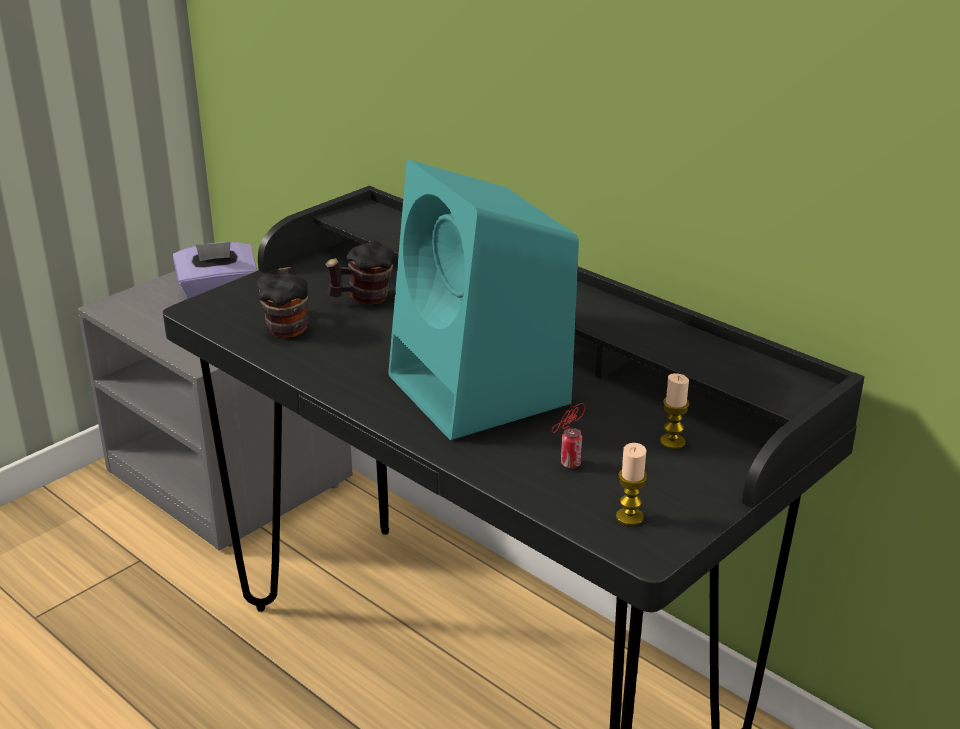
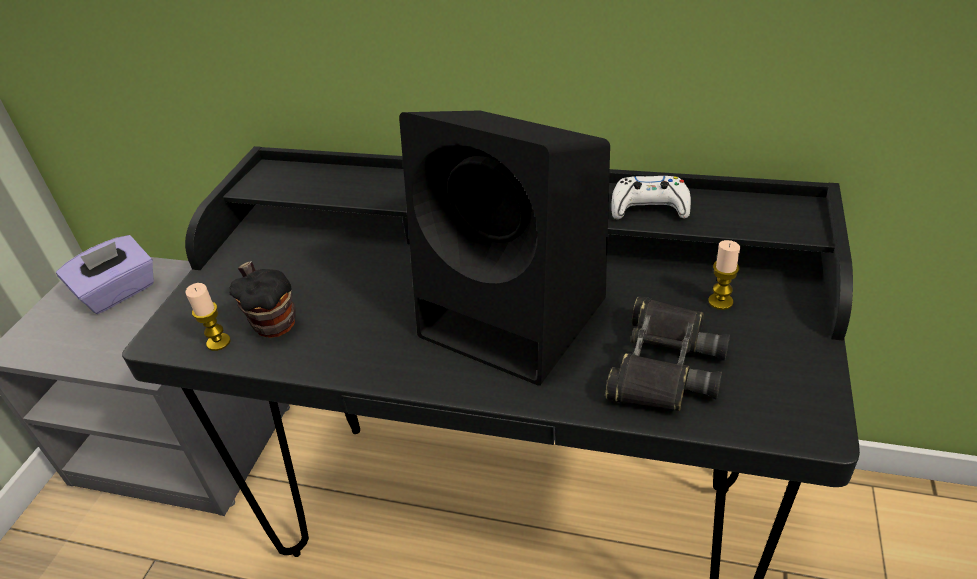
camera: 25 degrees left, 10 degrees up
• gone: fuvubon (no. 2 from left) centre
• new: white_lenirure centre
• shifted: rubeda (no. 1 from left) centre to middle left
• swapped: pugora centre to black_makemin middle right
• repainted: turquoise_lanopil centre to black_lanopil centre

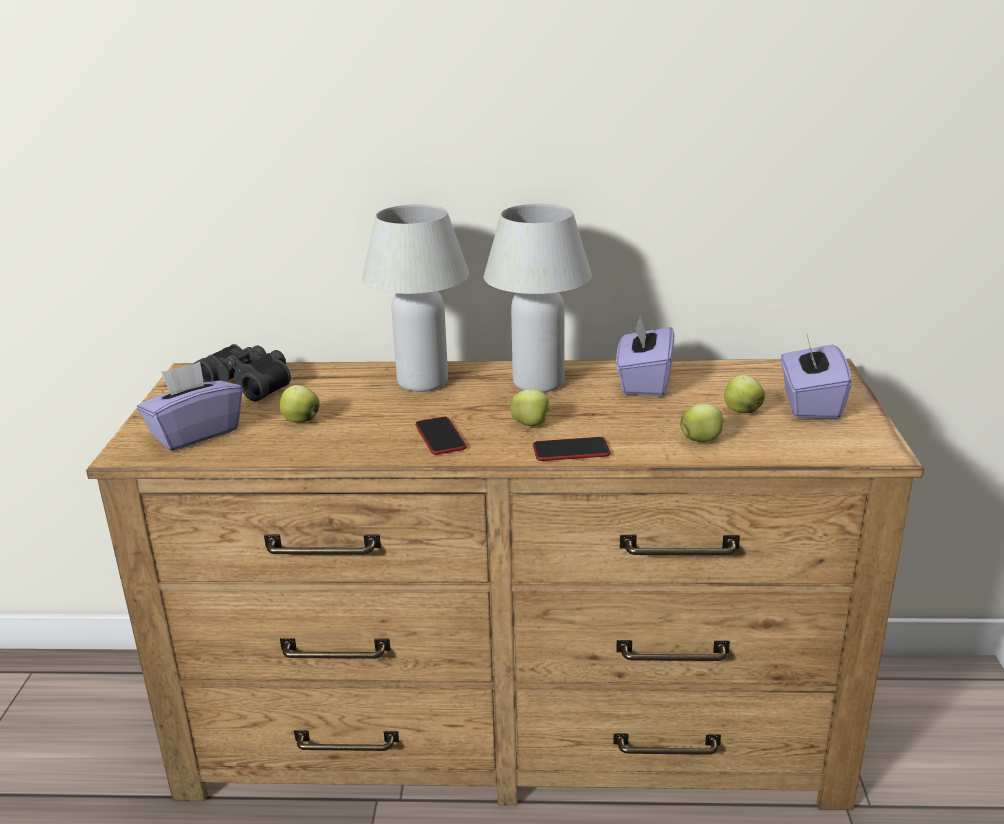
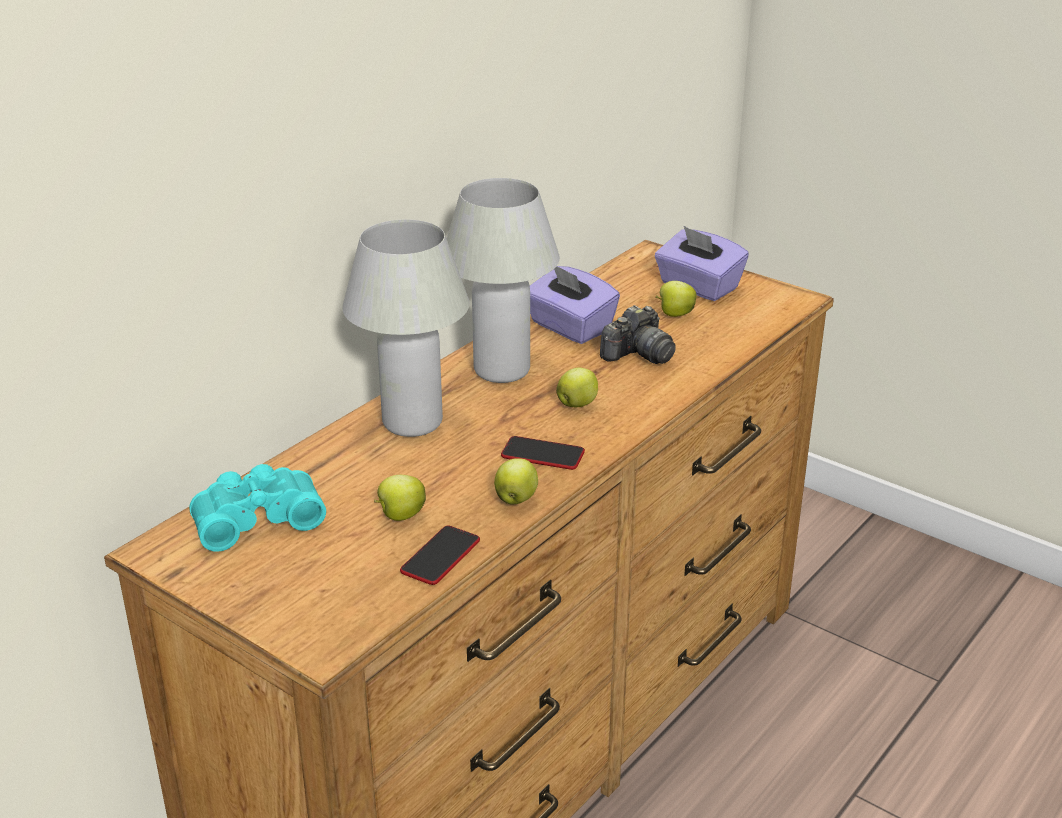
camera: 55 degrees left, 5 degrees up
• gone: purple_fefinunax (no. 1 from left) middle left
• new: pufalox centre
• shifted: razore (no. 2 from left in the first image) centre to razore (no. 1 from left) bottom centre
• shifted: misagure (no. 3 from left in the first image) middle right to misagure (no. 2 from left) centre
• repainted: black_makemin middle left to turquoise_makemin middle left

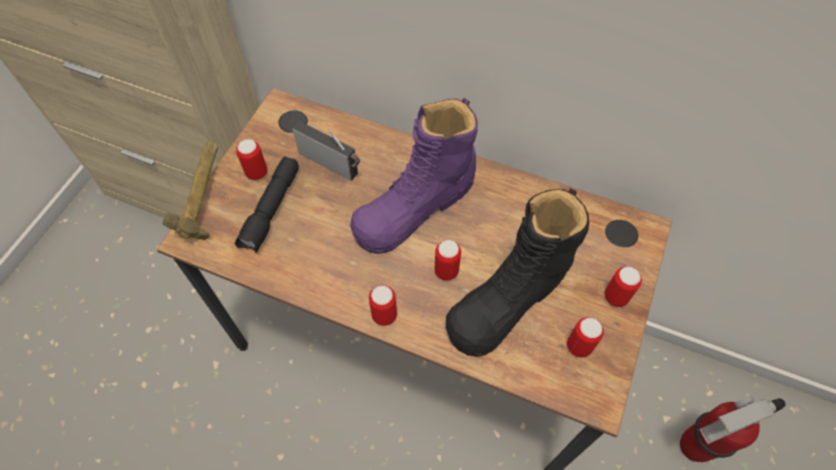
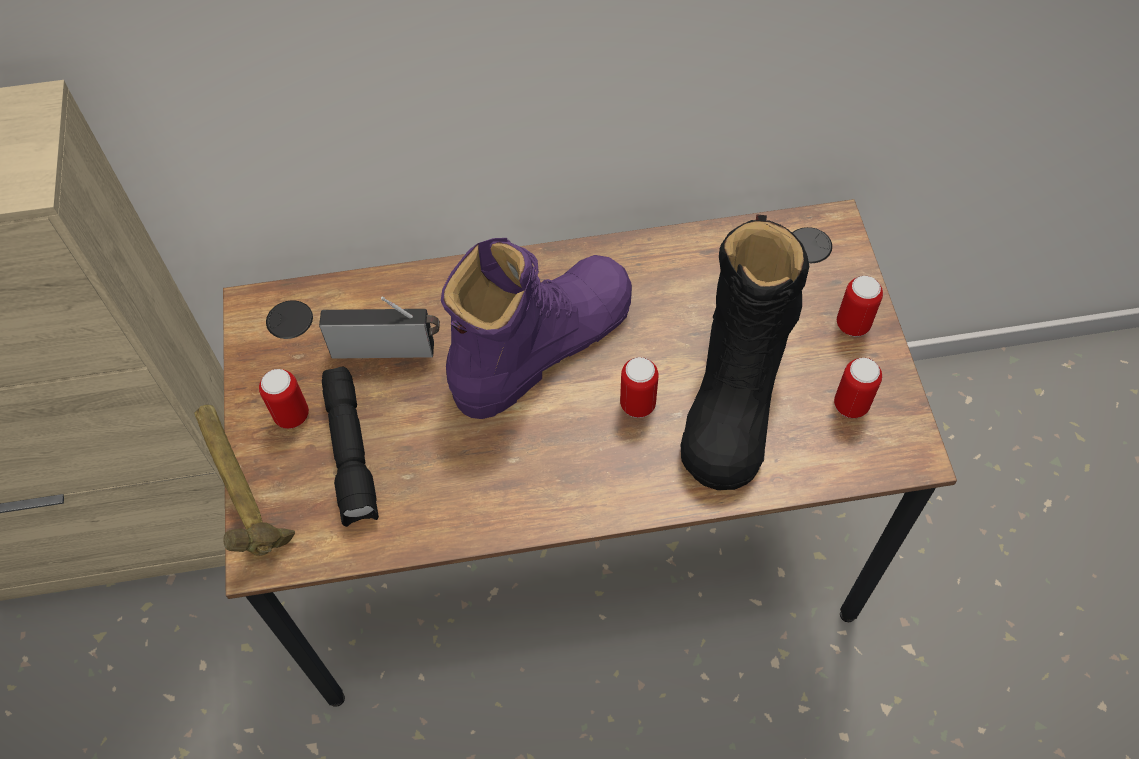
camera: 30 degrees left, 0 degrees up
• gone: pugora (no. 2 from left) centre
• gone: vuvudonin bottom right
• rotated: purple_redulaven centre = centre 150 degrees counterclockwise

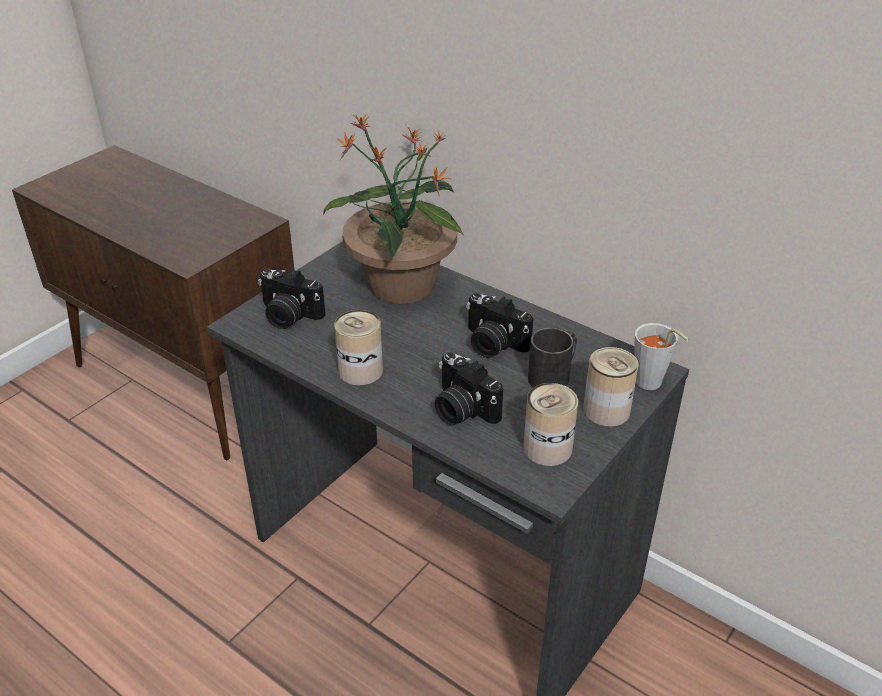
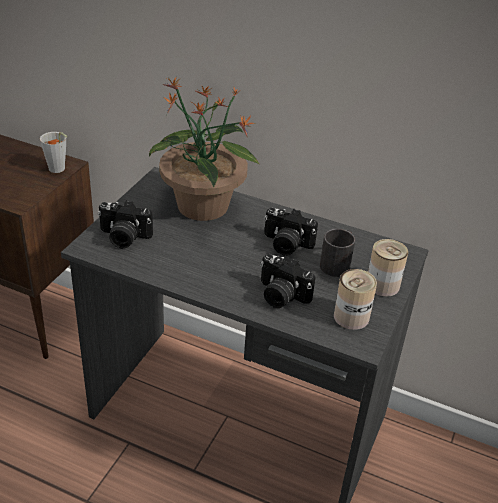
camera: 15 degrees left, 0 degrees up
• gone: pugora (no. 1 from left) centre
• shifted: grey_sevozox middle right to top left

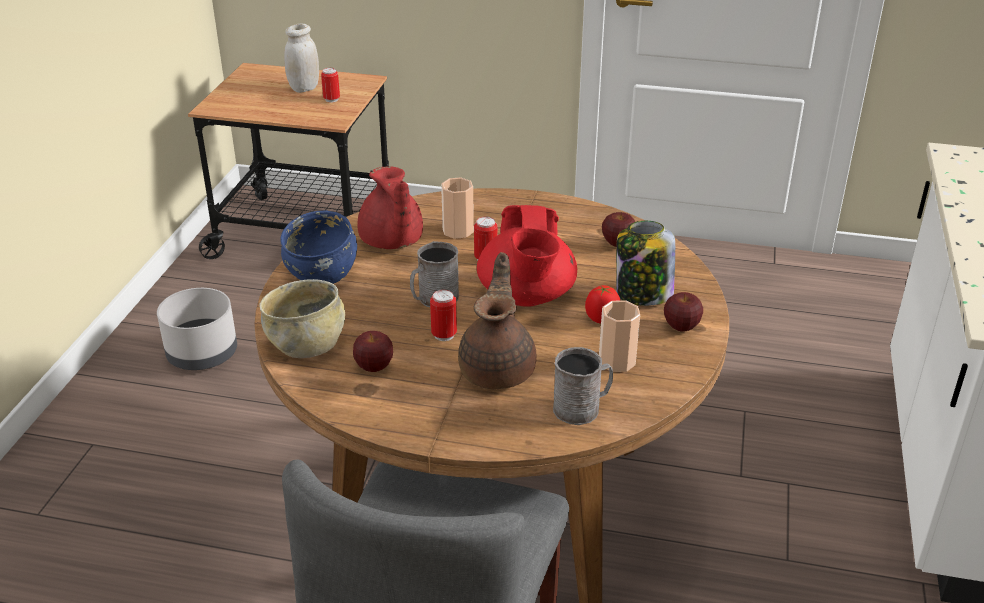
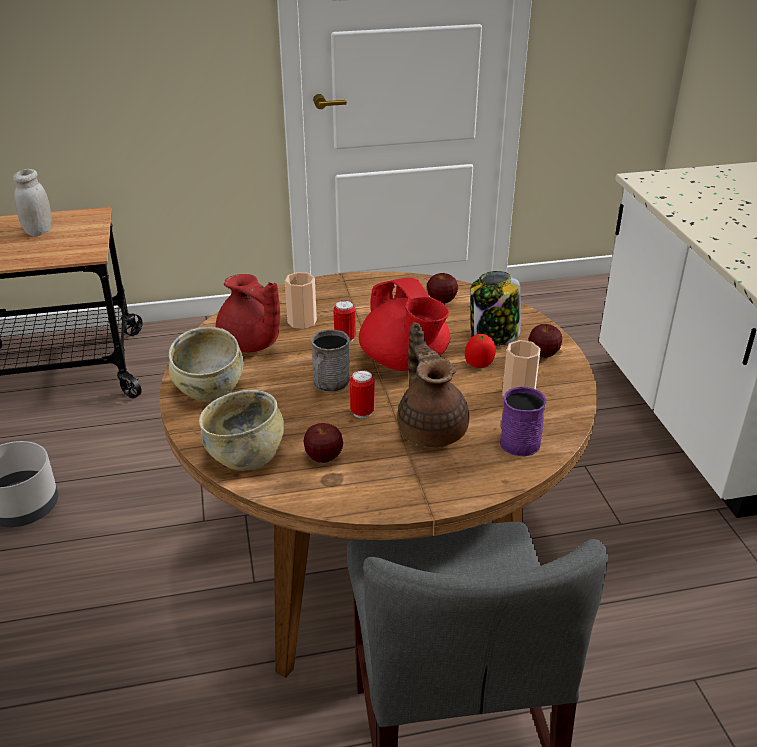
camera: 25 degrees left, 0 degrees up
• gone: pugora (no. 1 from left) top centre
• repainted: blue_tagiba middle left to beige_tagiba (no. 1 from left) middle left
• repainted: grey_fuvubon (no. 2 from left) centre to purple_fuvubon middle right

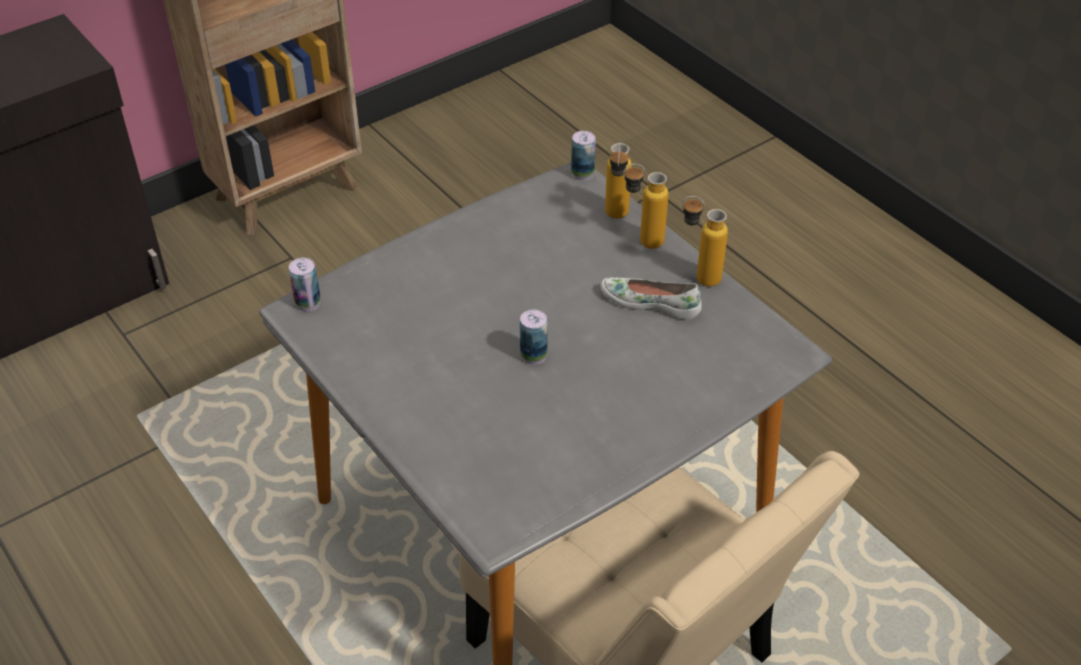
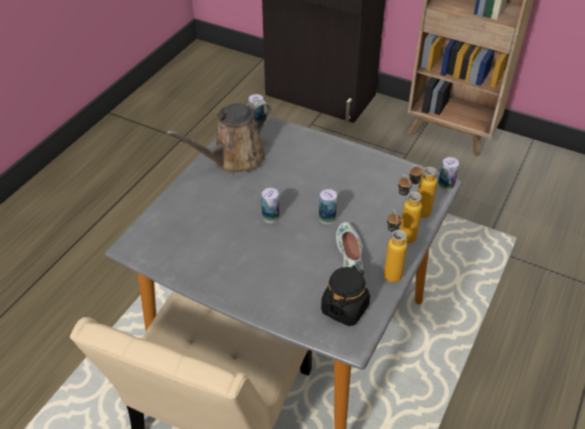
camera: 65 degrees right, 0 degrees up
• new: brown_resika top centre
• new: pugora (no. 3 from left) centre
• new: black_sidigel bottom centre

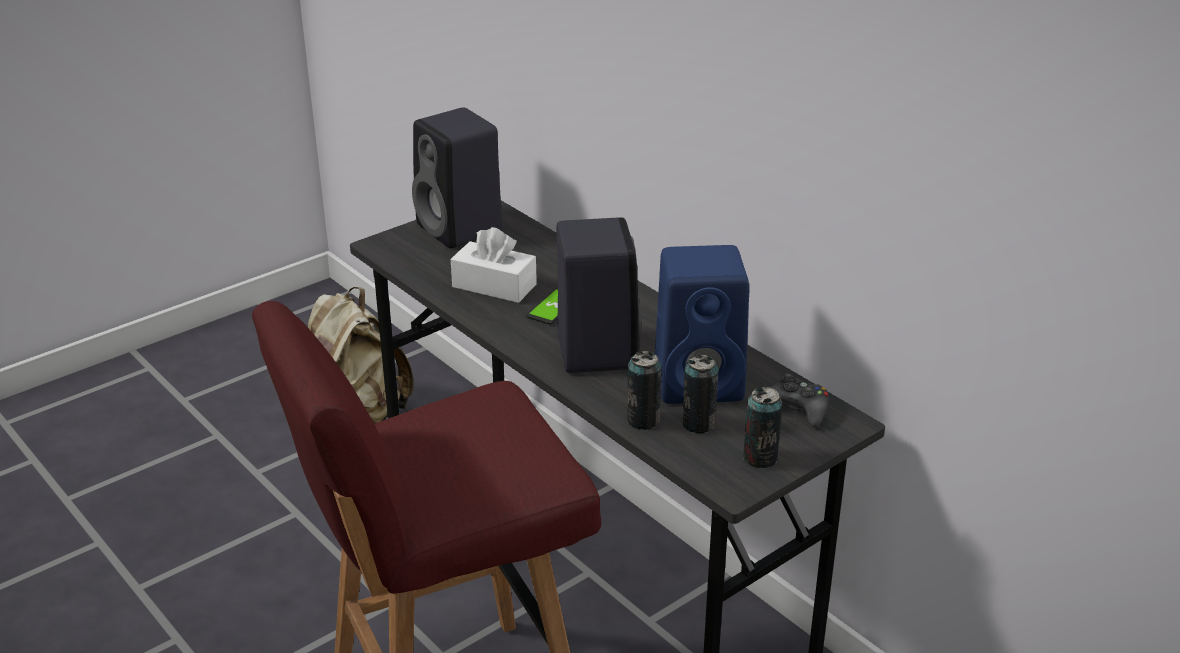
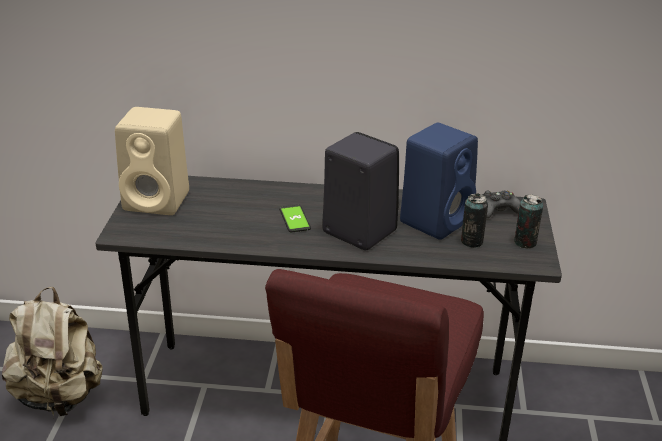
camera: 45 degrees left, 0 degrees up
• gone: white_fefinunax centre
• gone: pugora (no. 1 from left) centre
• repainted: black_lanopil (no. 1 from left) top centre to beige_lanopil middle left

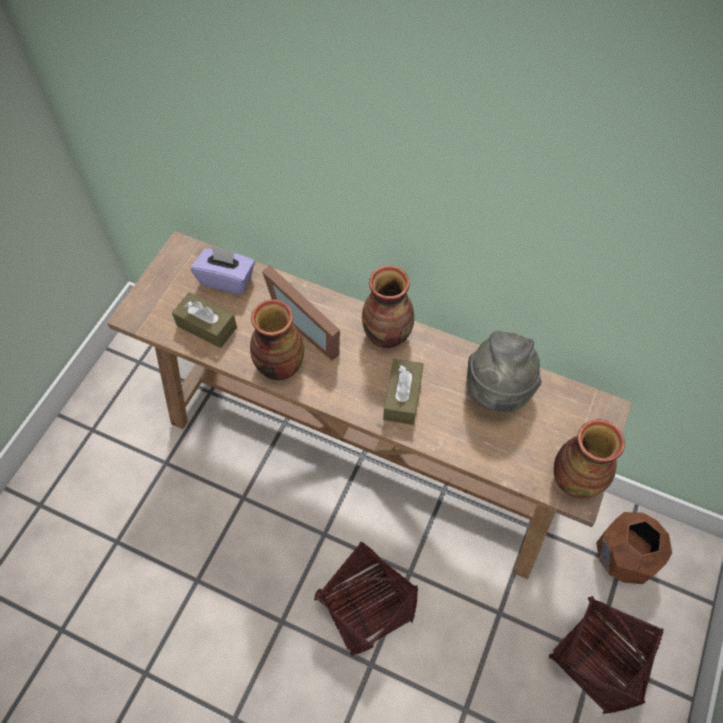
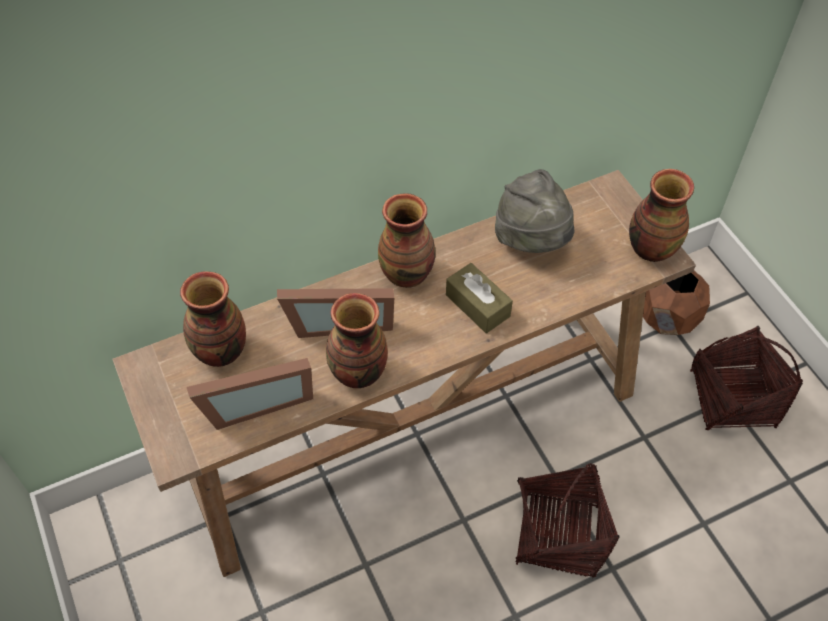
camera: 50 degrees left, 5 degrees down
• swapped: brown_fefinunax (no. 1 from left) middle left to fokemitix (no. 1 from left) middle left
• swapped: purple_fefinunax middle left to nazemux (no. 1 from left) middle left

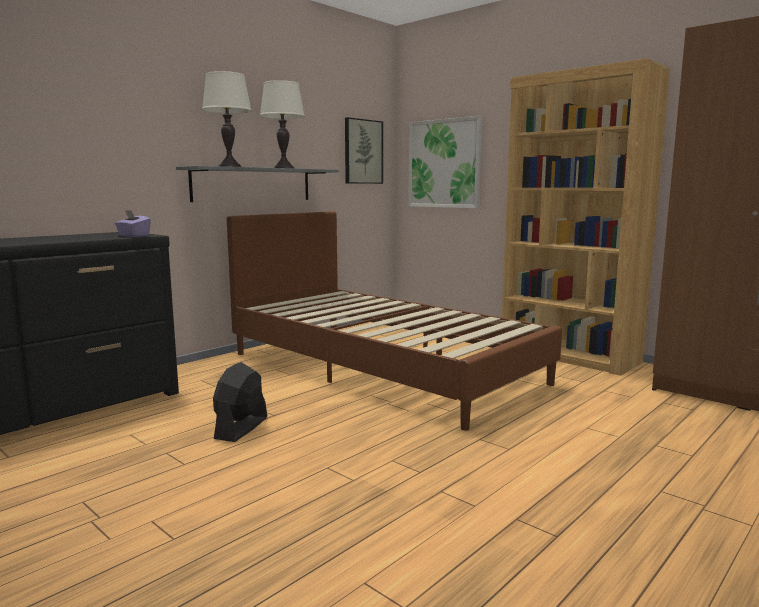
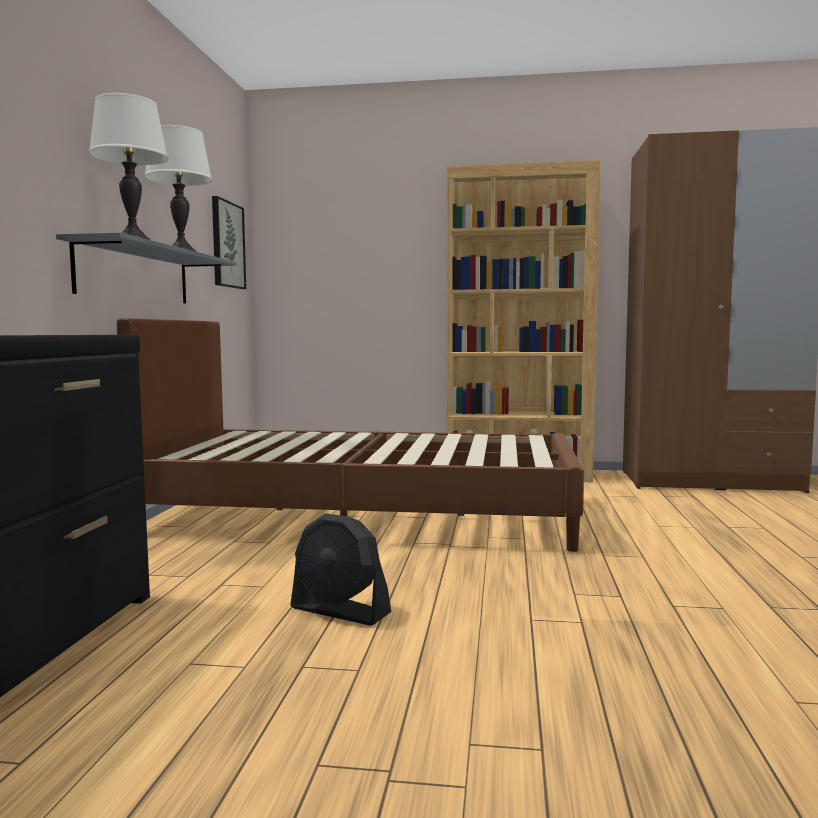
camera: 35 degrees left, 5 degrees down
• gone: purple_fefinunax middle left
• gone: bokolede (no. 2 from left) top centre
• rotated: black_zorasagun middle left = bottom centre 45 degrees counterclockwise

